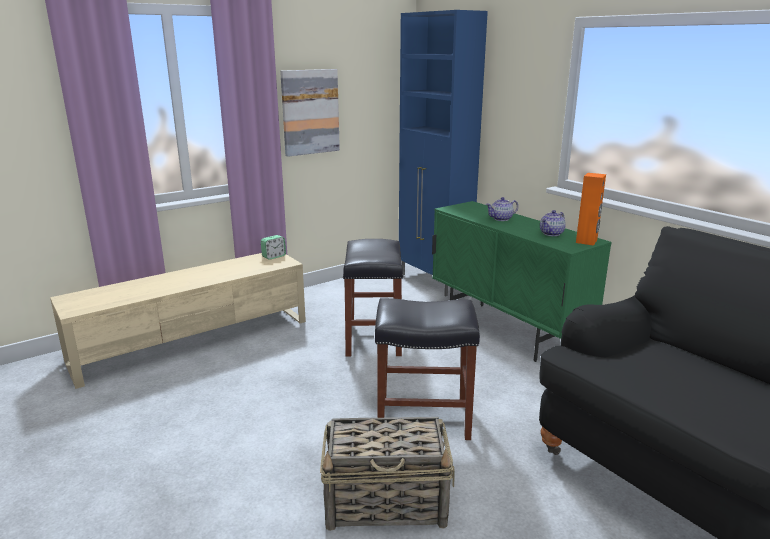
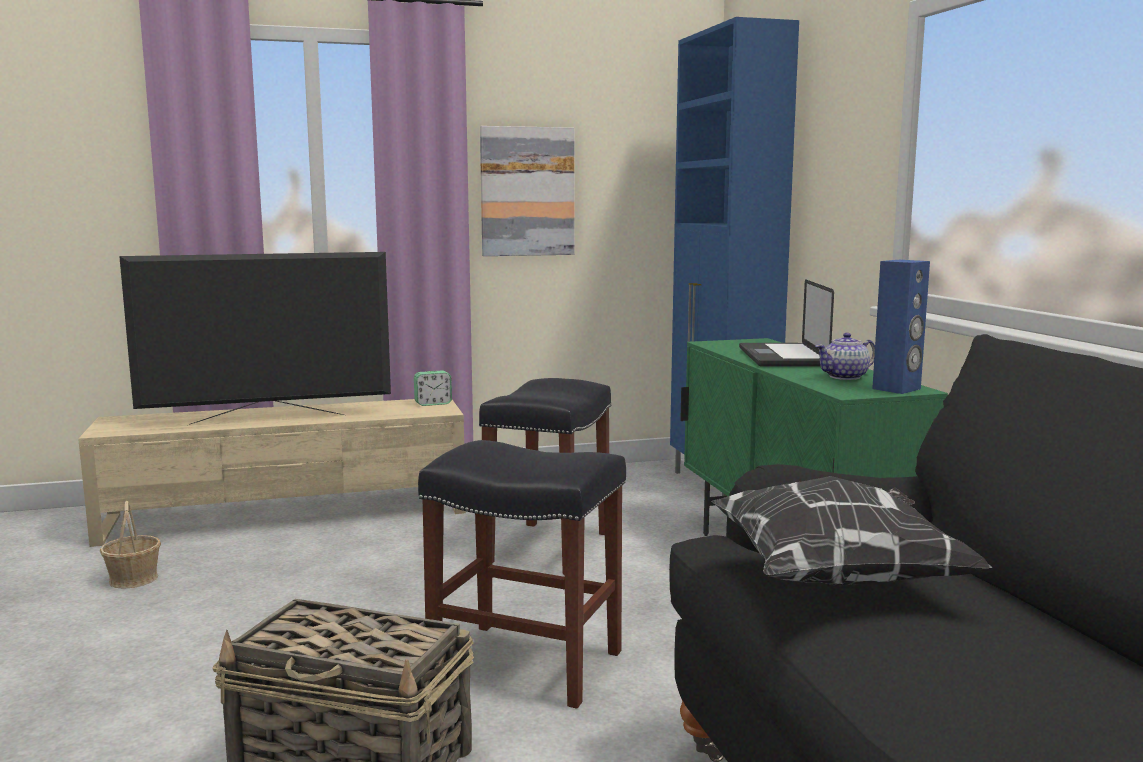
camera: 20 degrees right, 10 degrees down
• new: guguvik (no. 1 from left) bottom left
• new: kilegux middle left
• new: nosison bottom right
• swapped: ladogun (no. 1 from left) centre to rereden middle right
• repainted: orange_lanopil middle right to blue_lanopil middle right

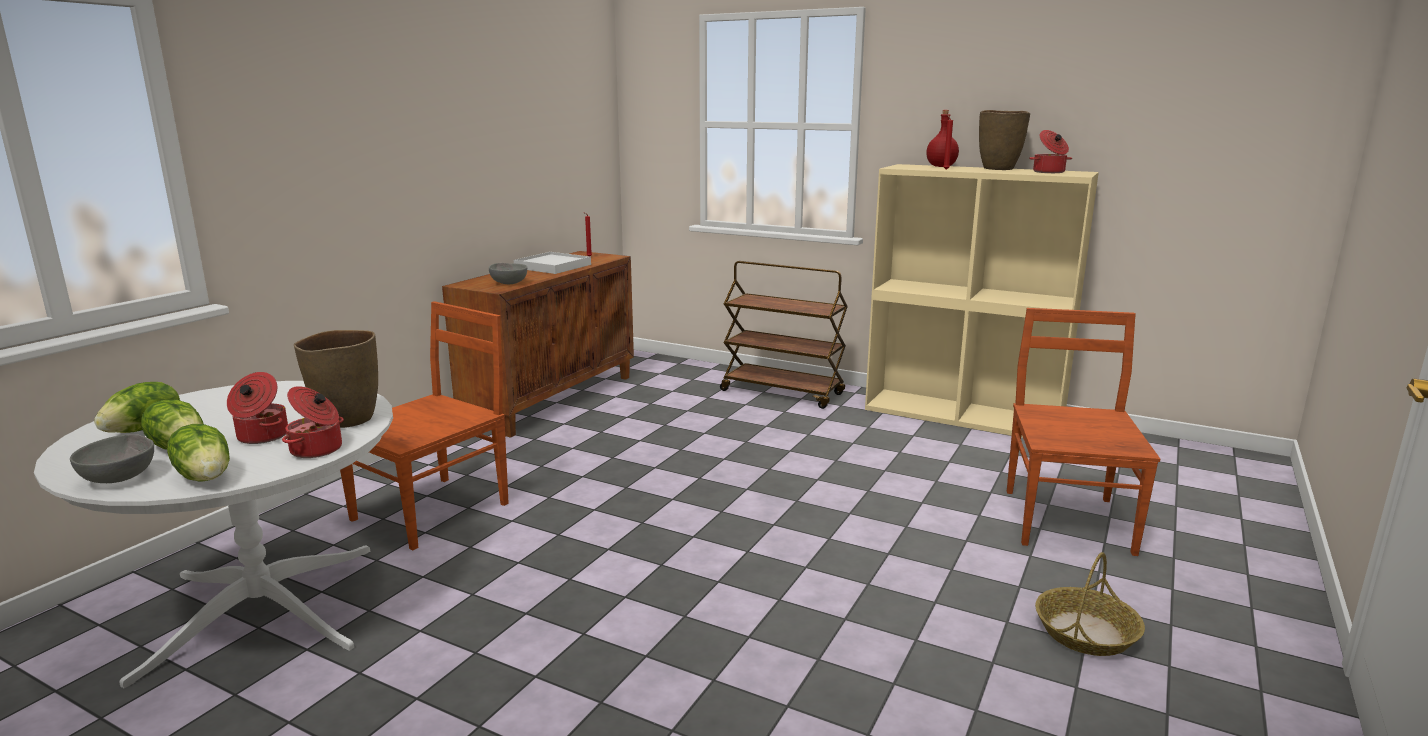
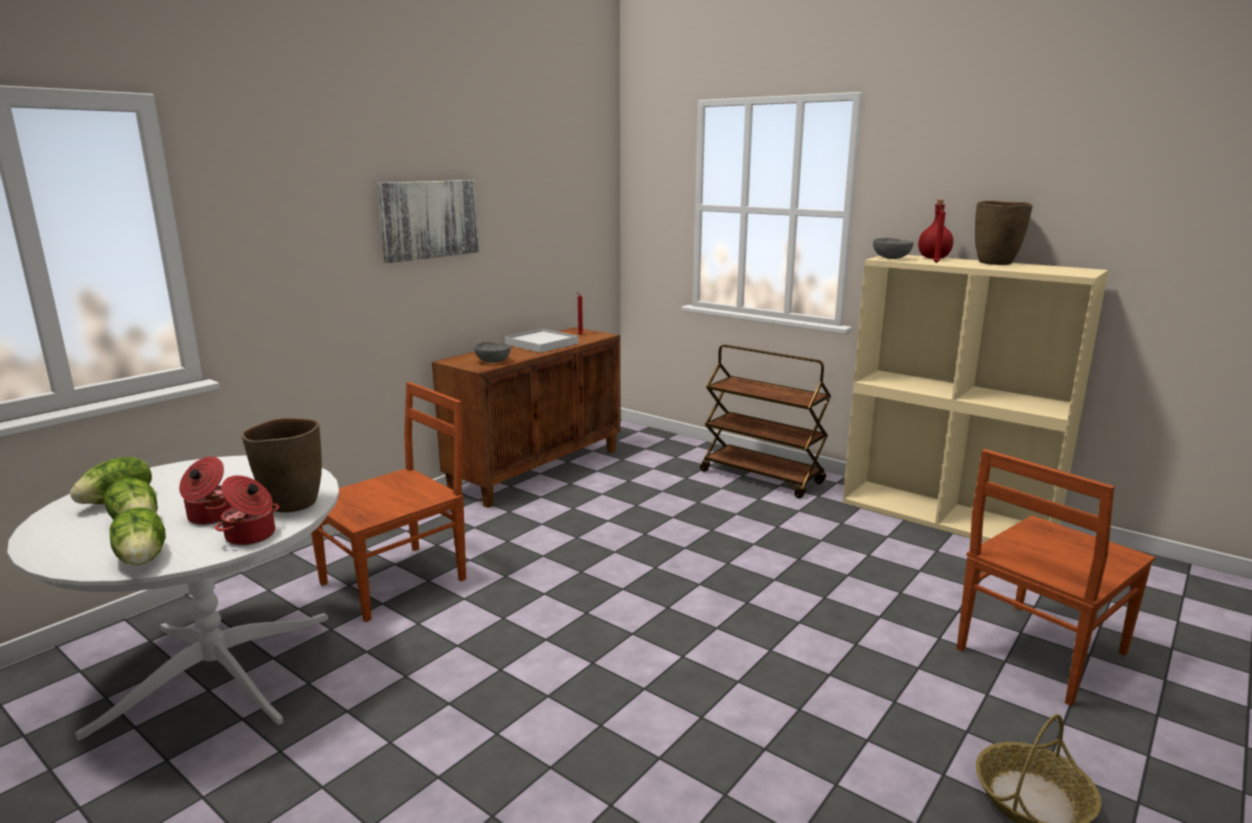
camera: 10 degrees right, 0 degrees up
• gone: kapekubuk (no. 3 from left) top right
• new: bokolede top centre
• shifted: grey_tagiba (no. 1 from left in the first image) middle left to grey_tagiba (no. 2 from left) top right
• rotated: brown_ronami (no. 2 from left) middle right = bottom right 150 degrees counterclockwise

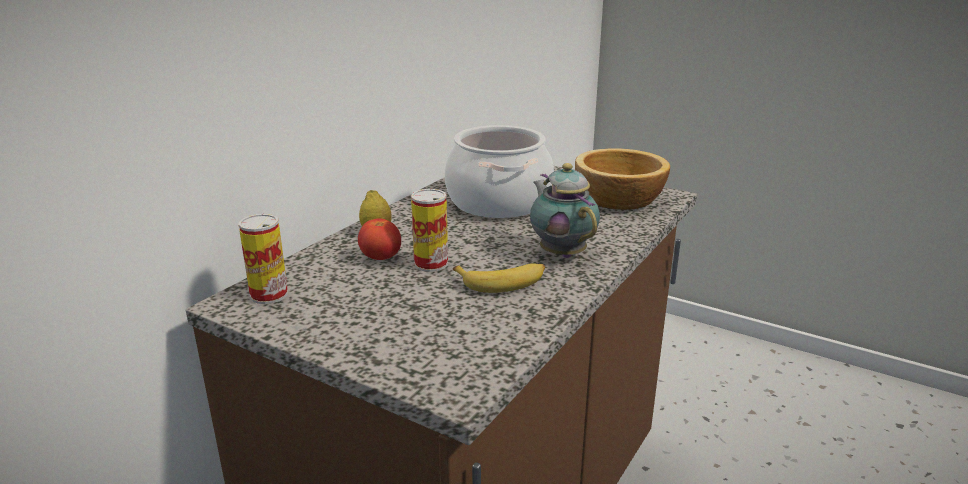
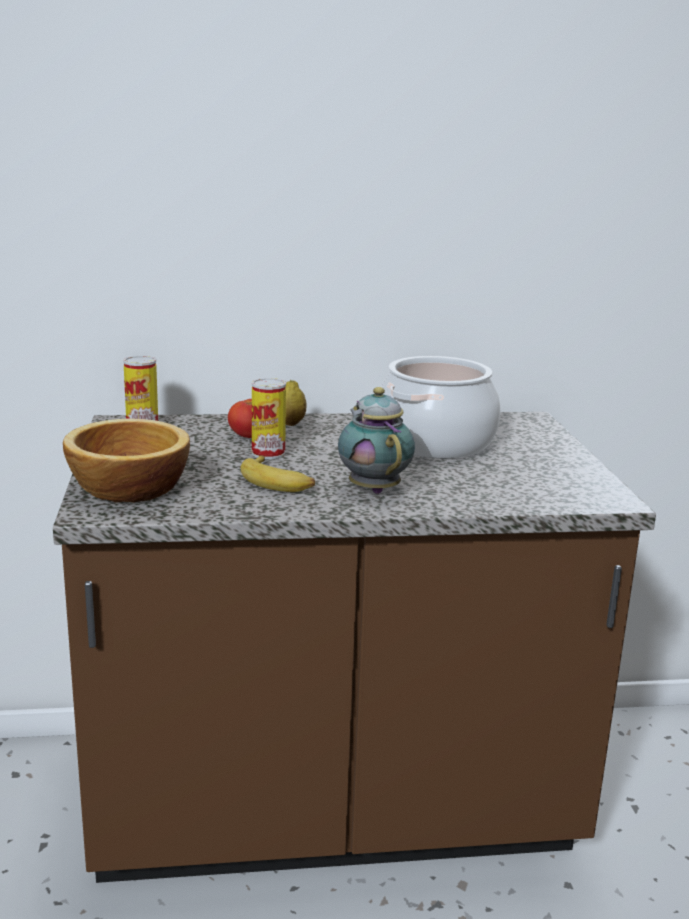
camera: 50 degrees right, 5 degrees down
• shifted: tagiba centre to middle left
• rotated: ladogun centre = centre 45 degrees counterclockwise

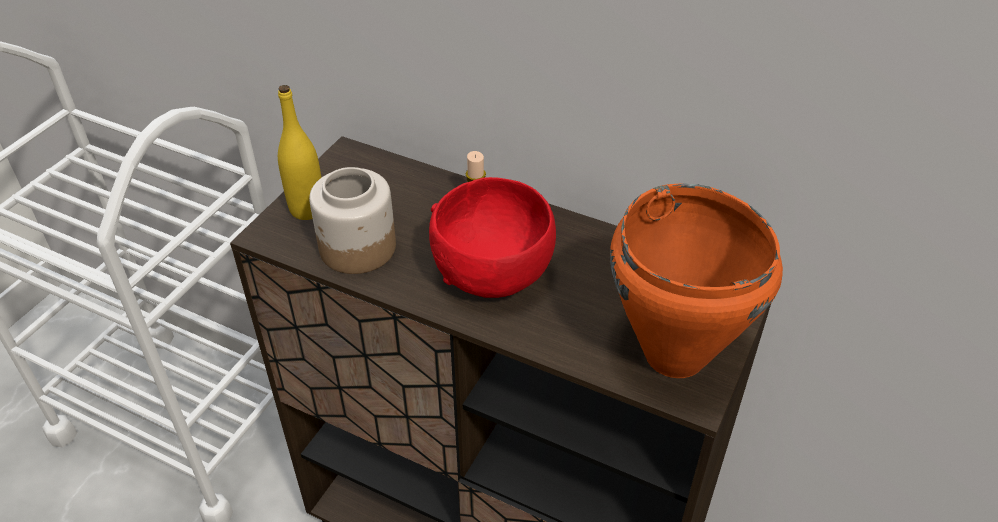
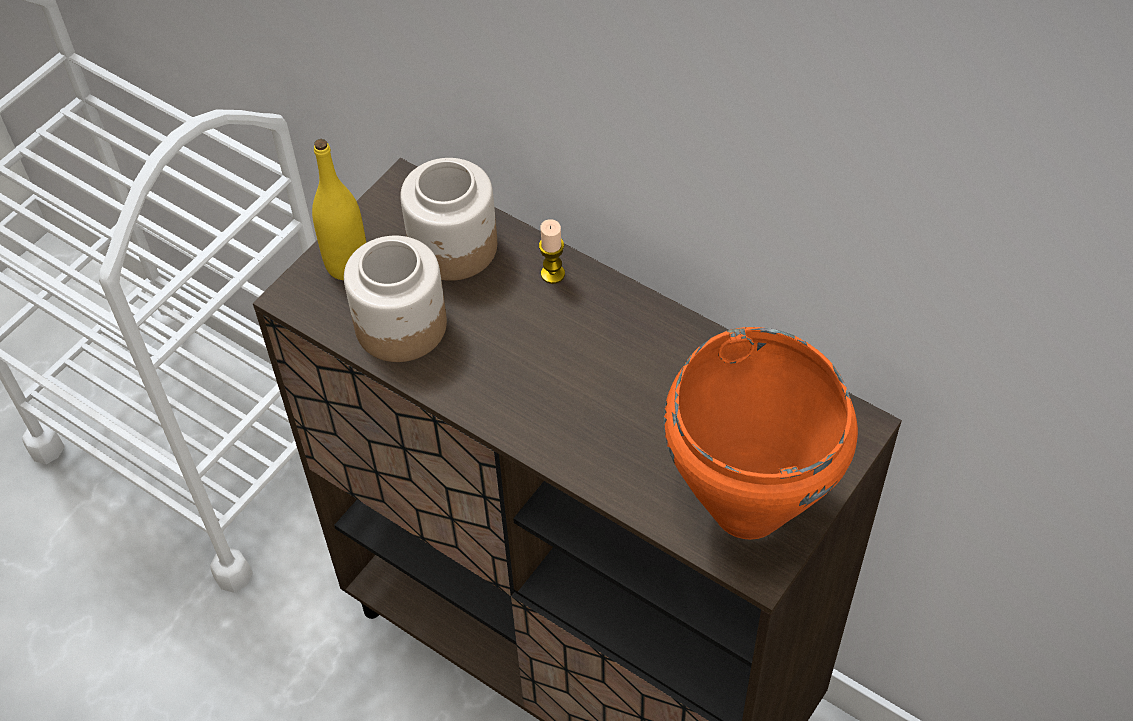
camera: 10 degrees right, 10 degrees up
• gone: red_tagiba centre
• new: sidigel (no. 2 from left) top centre

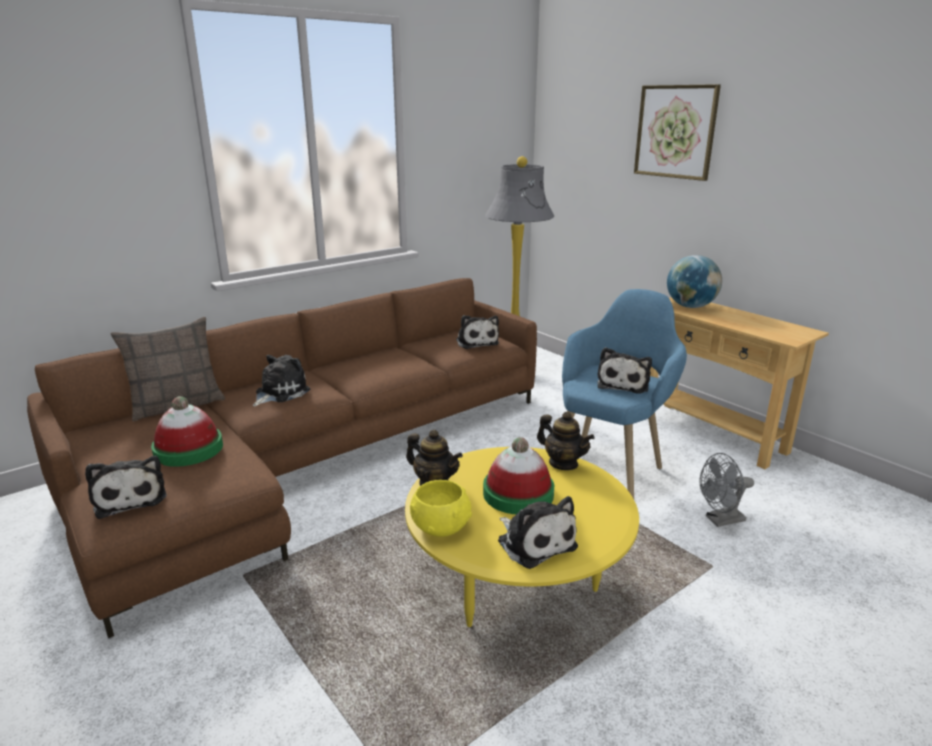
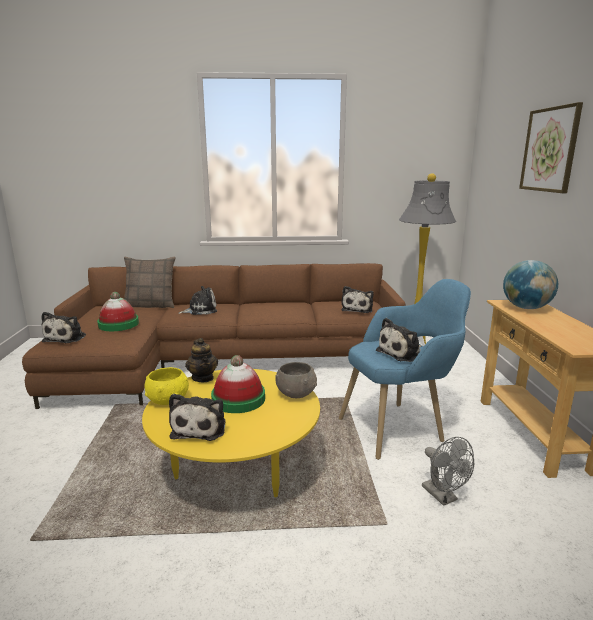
camera: 35 degrees right, 5 degrees down
• swapped: ladogun (no. 2 from left) centre to grey_tagiba centre
• rotated: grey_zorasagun middle right = bottom right 135 degrees counterclockwise

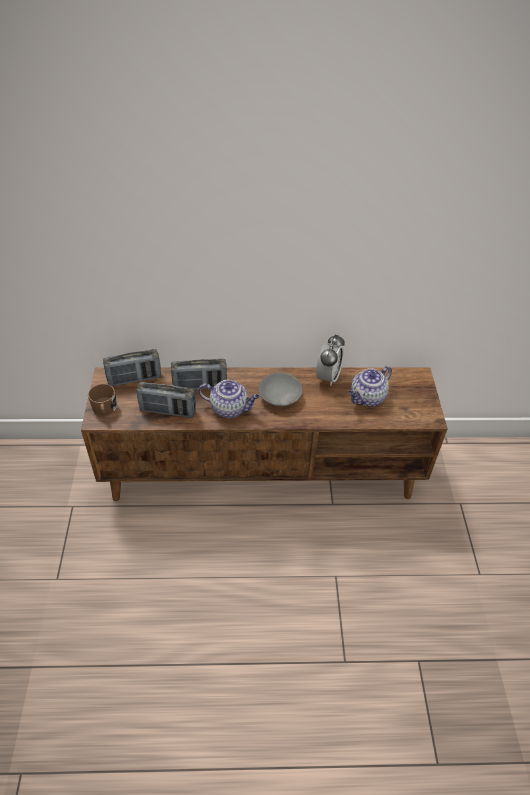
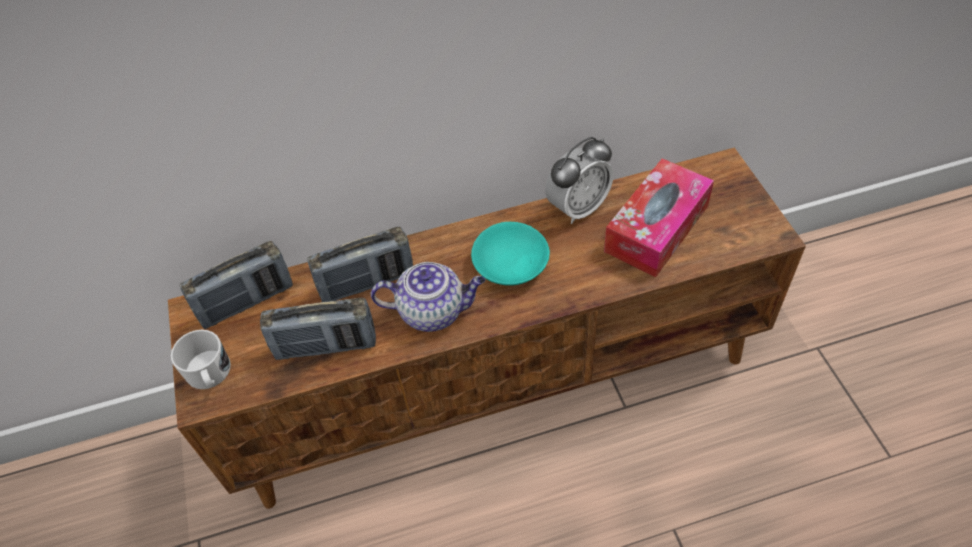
camera: 10 degrees left, 5 degrees up
• swapped: ladogun (no. 2 from left) middle right to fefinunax middle right
• repainted: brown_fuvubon middle left to white_fuvubon middle left
• repainted: grey_tagiba centre to turquoise_tagiba centre
• rotated: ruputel centre = top centre 45 degrees clockwise

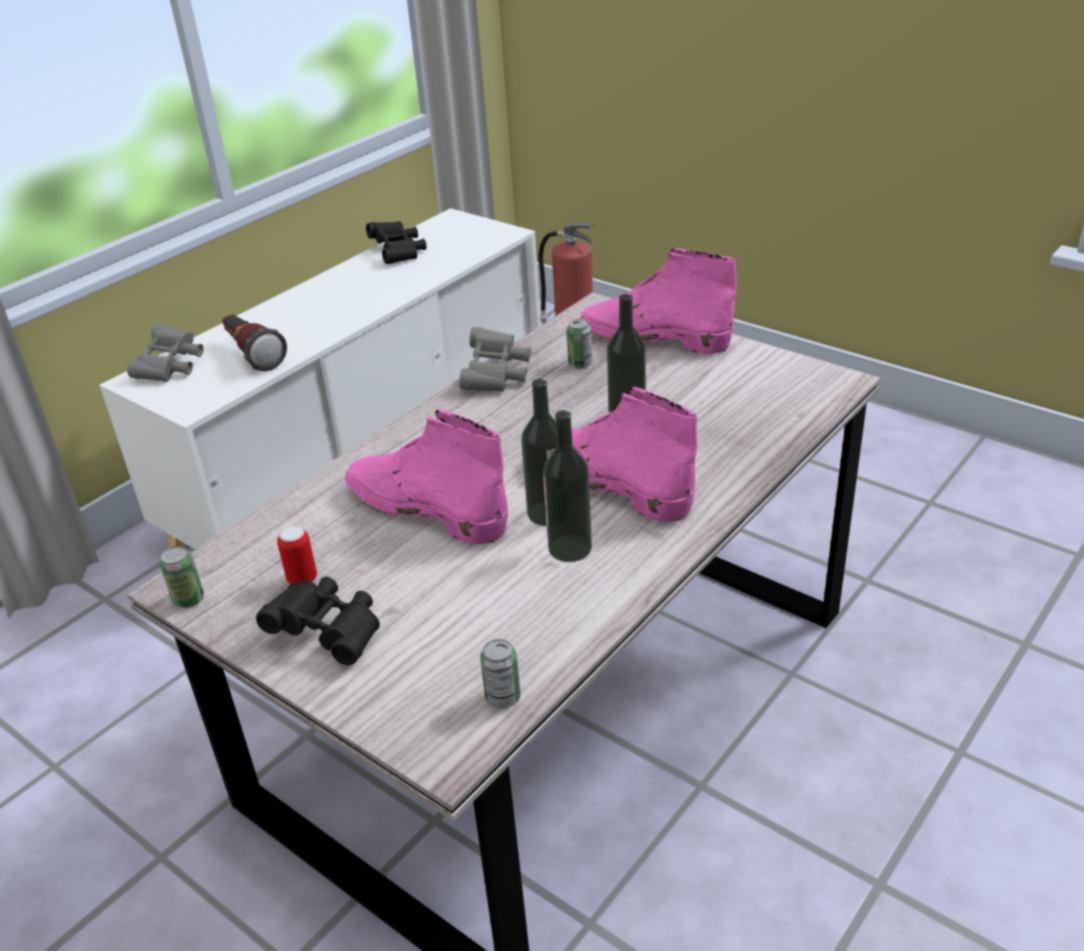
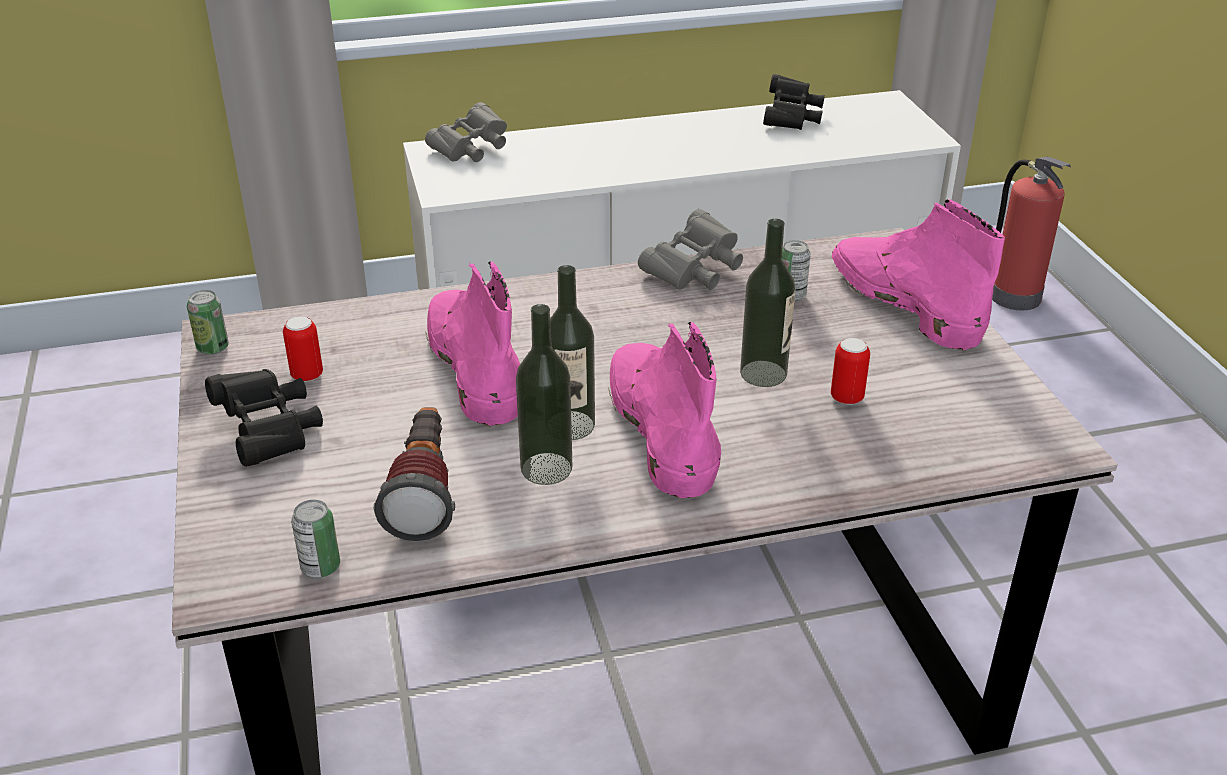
camera: 35 degrees right, 0 degrees up
• new: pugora (no. 5 from left) middle right
• shifted: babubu middle left to centre

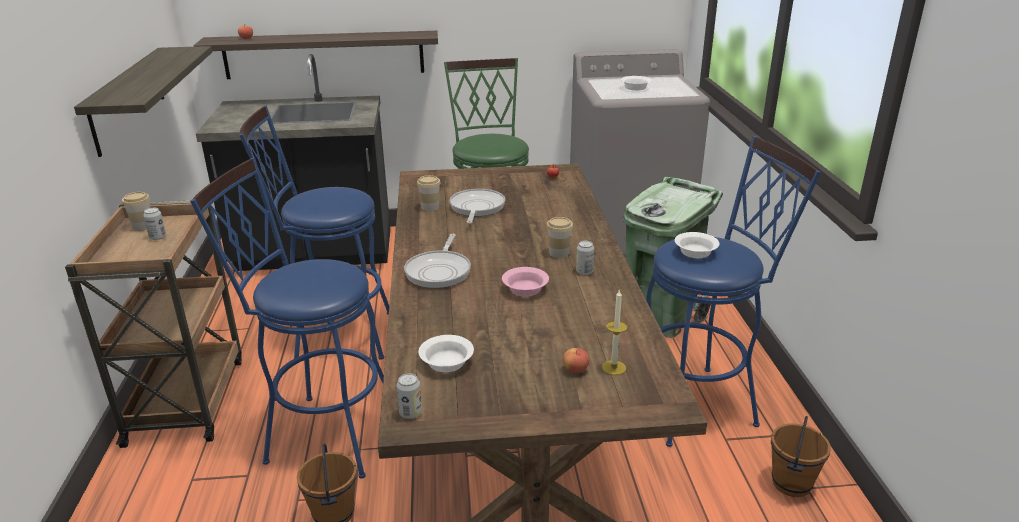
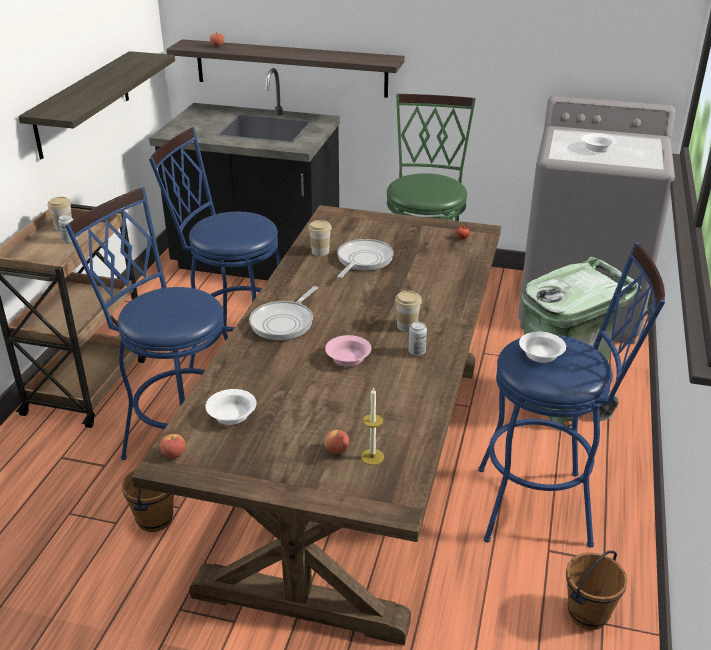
camera: 20 degrees right, 5 degrees up
• swapped: pugora (no. 2 from left) bottom centre to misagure (no. 1 from left) bottom left

